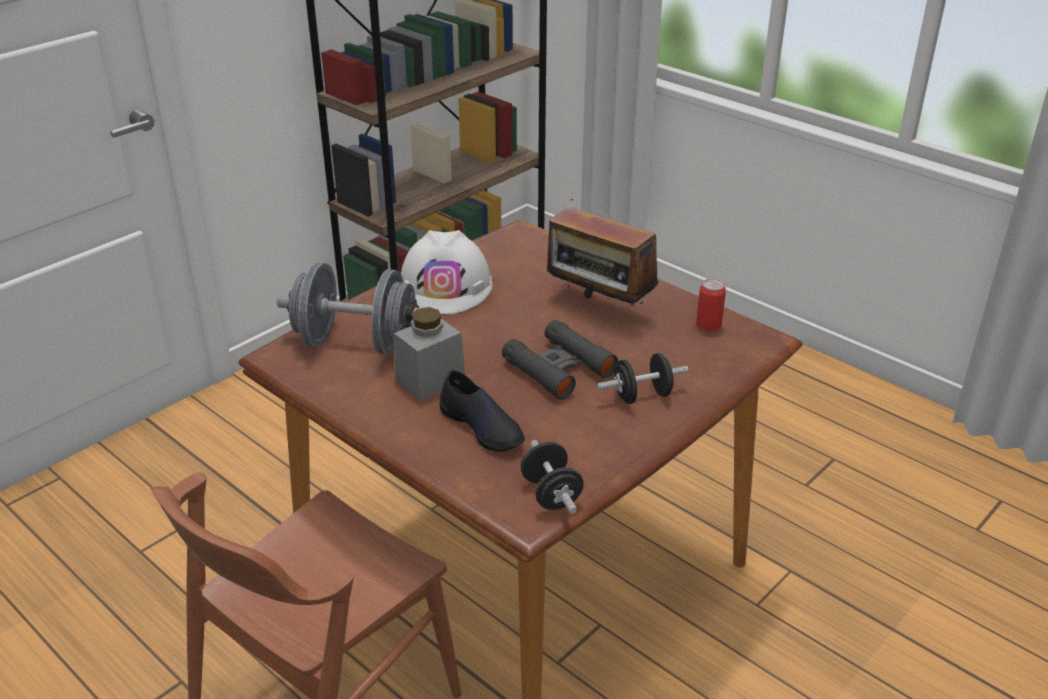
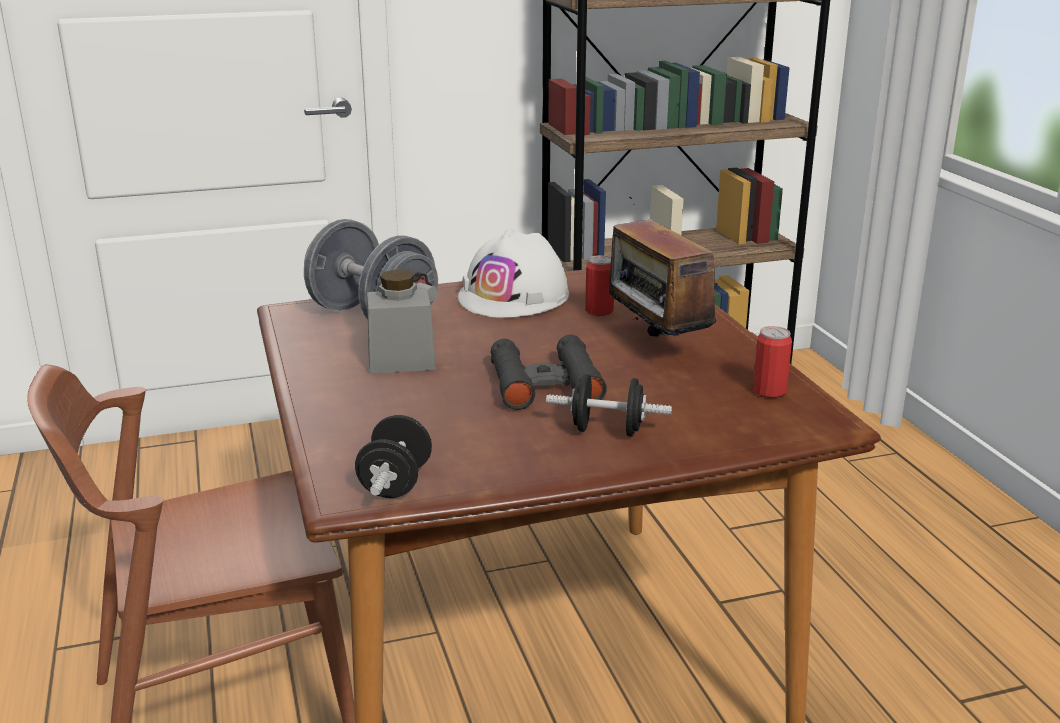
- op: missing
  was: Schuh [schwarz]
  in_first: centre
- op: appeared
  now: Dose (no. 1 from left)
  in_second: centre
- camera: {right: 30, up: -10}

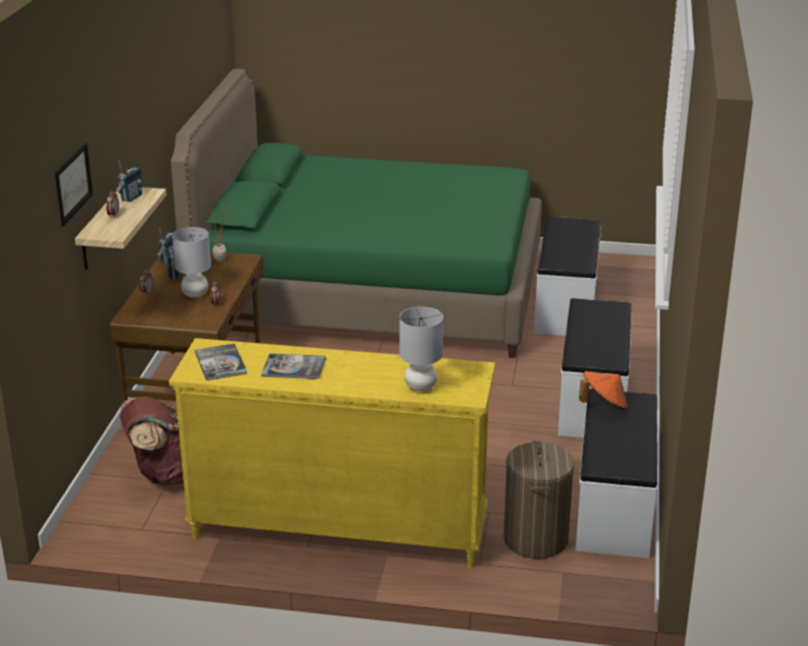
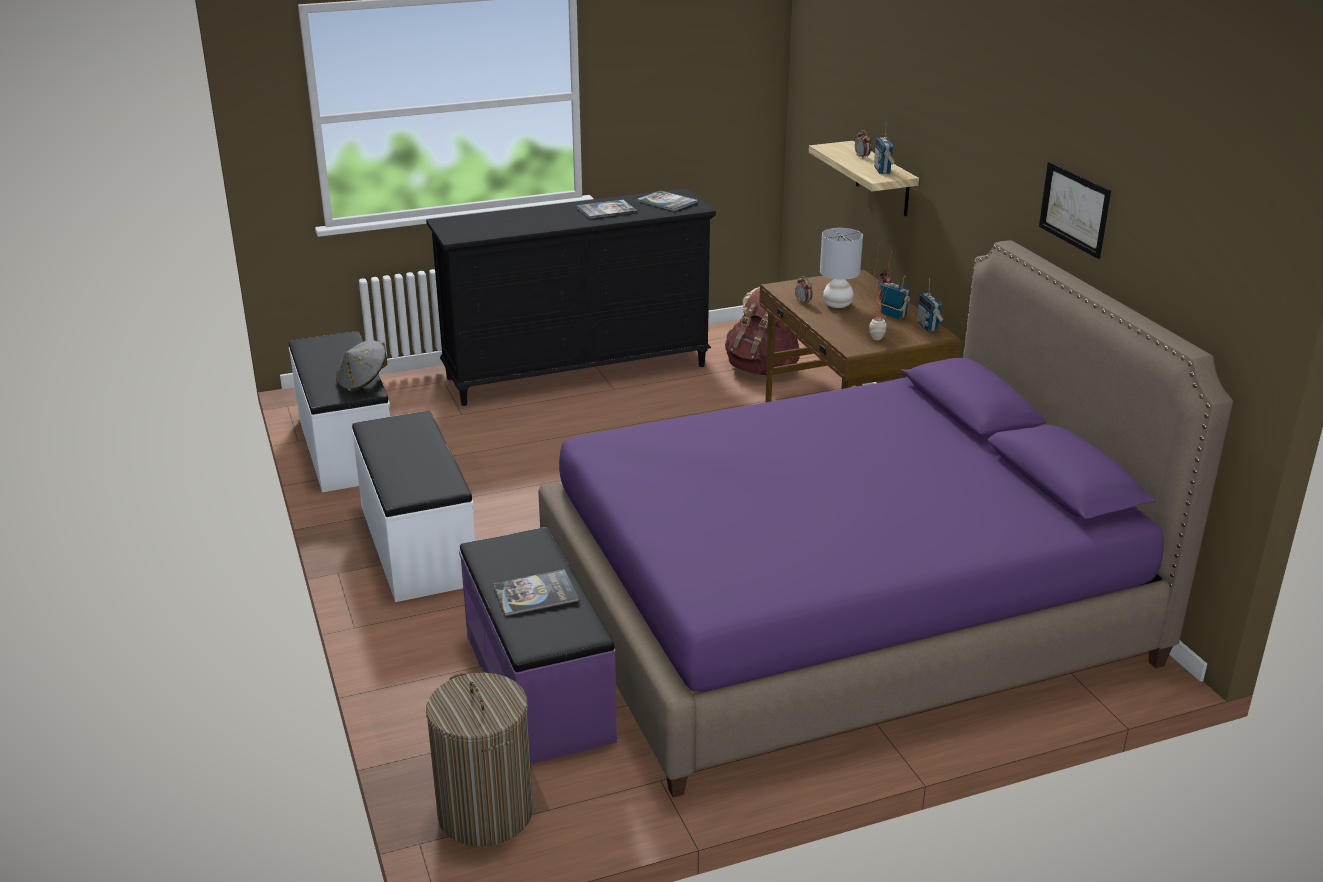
- op: missing
  was: Tischlampe [grau] (no. 2 from left)
  in_first: centre
- op: appeared
  now: Buch (no. 1 from left)
  in_second: bottom centre
- op: relocated
  was: Bild
  in_first: top left
  in_second: top right
- op: relocated
  was: Wäschekorb
  in_first: bottom right
  in_second: bottom centre
- op: colour
  was: Kommode [gelb]
  now: Kommode [schwarz]
  in_first: bottom centre
  in_second: centre
- op: colour
  was: Bett [grün]
  now: Bett [lila]
  in_first: top centre
  in_second: middle right
- op: colour
  was: Bank [weiß] (no. 1 from left)
  now: Bank [lila]
  in_first: middle right
  in_second: bottom centre
- op: colour
  was: Hut [orange]
  now: Hut [grau]
  in_first: middle right
  in_second: middle left
- camera: {right: 150, up: 0}

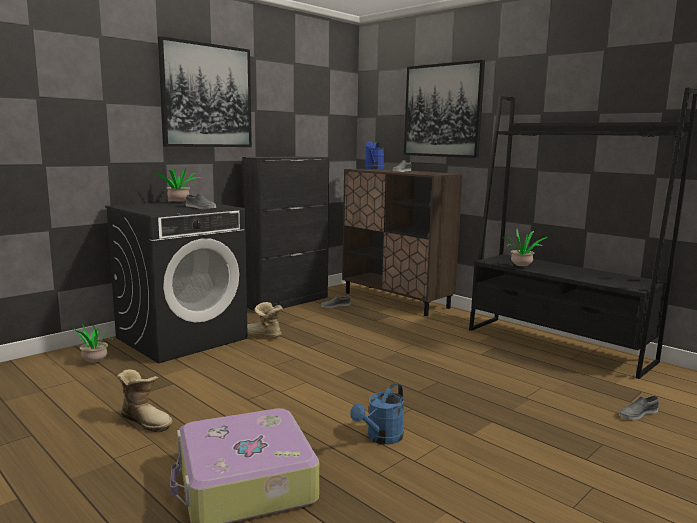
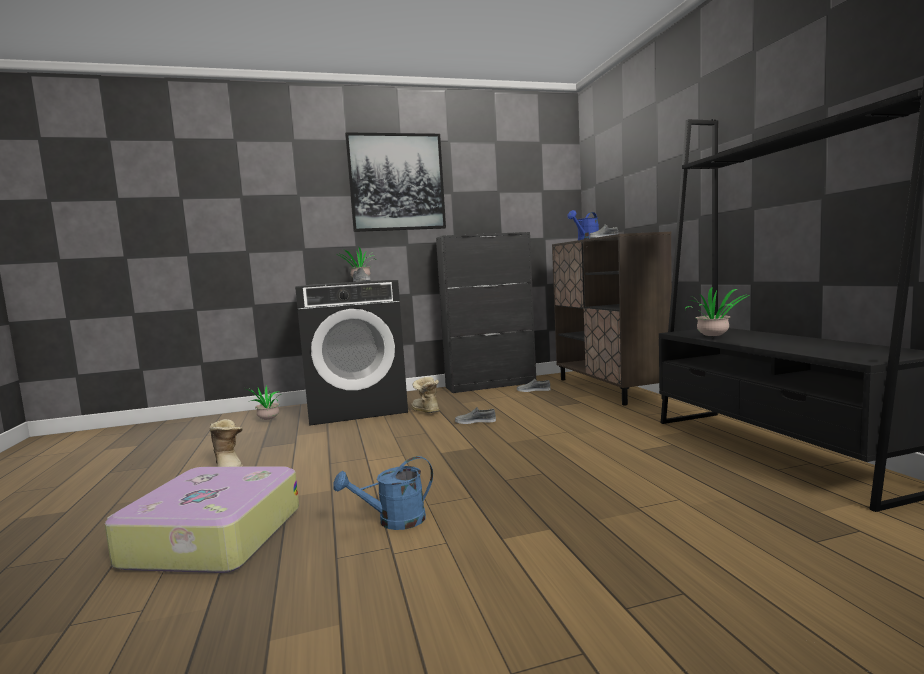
- op: missing
  was: Bild (no. 2 from left)
  in_first: top centre
- op: relocated
  was: Schuh [grau] (no. 4 from left in the first image)
  now: Schuh [grau] (no. 2 from left)
  in_first: bottom right
  in_second: centre
- camera: {right: 30, up: -5}

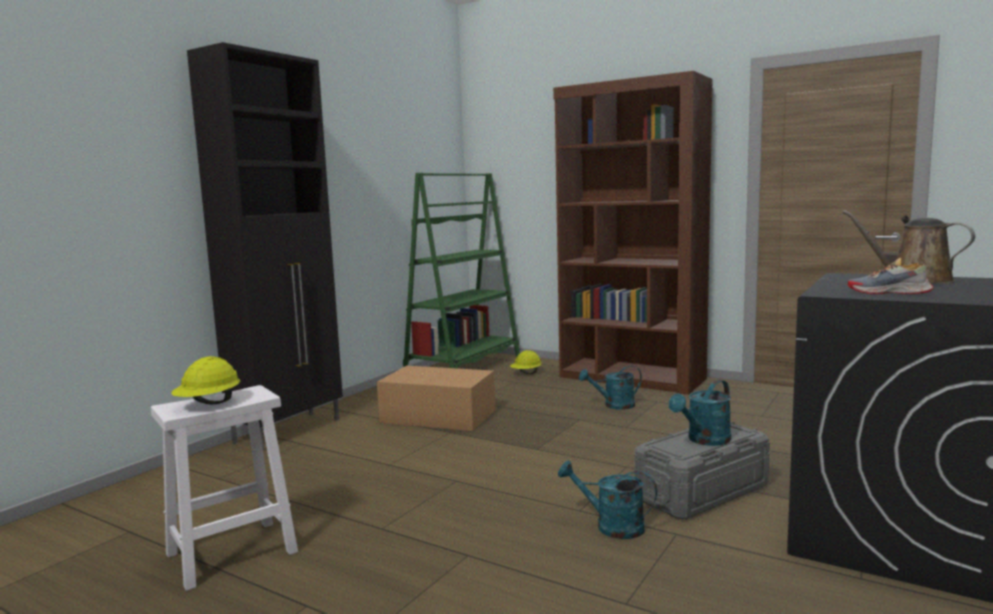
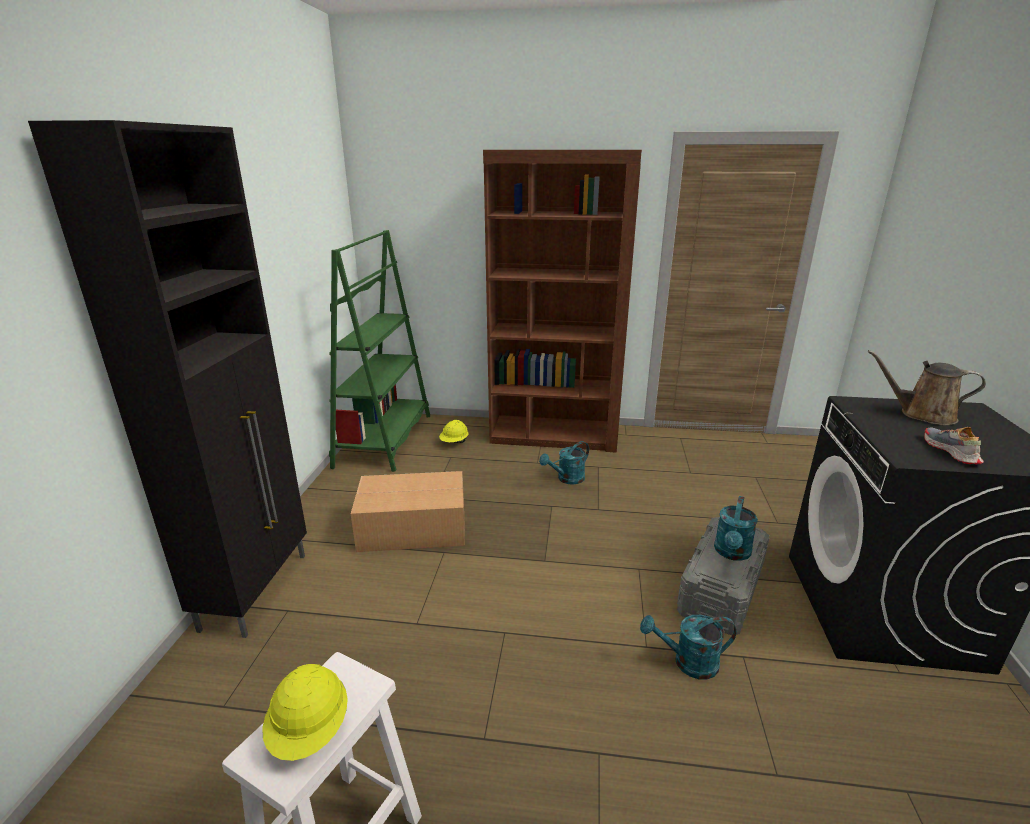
- op: spun
  was: Schuh
  in_first: middle right
  in_second: middle right
  clockwise: 90
- camera: {right: -25, up: 15}

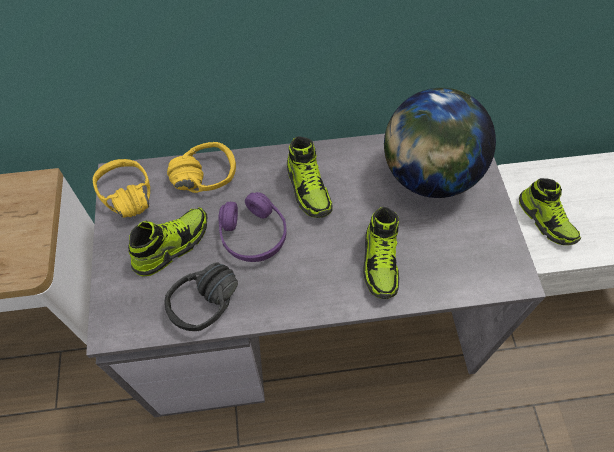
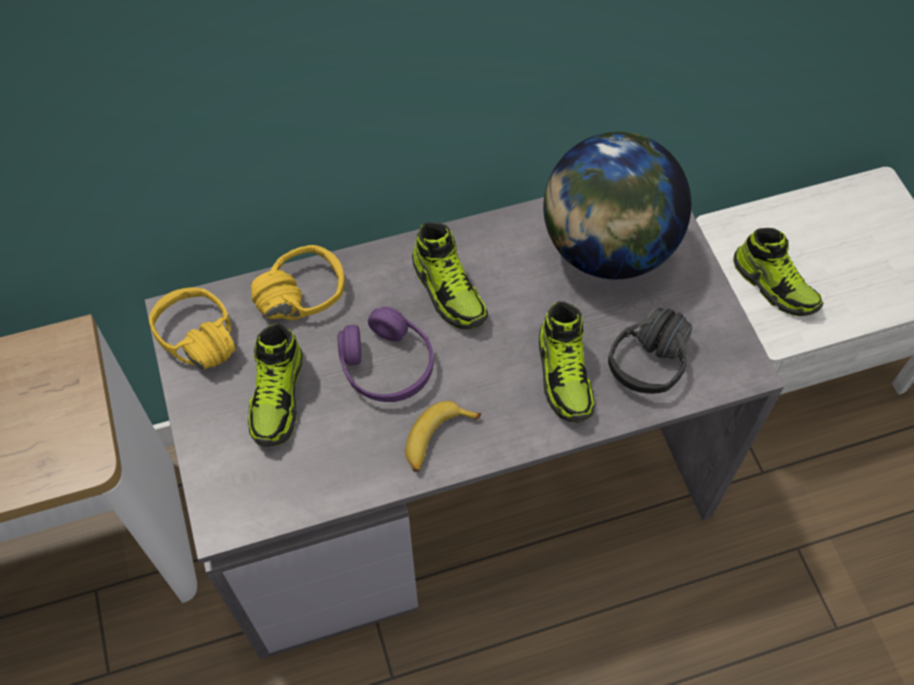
- op: appeared
  now: Banane
  in_second: centre
- op: relocated
  was: Kopfhörer [schwarz]
  in_first: middle left
  in_second: middle right
- op: spun
  was: Schuh (no. 1 from left)
  in_first: middle left
  in_second: middle left
  clockwise: 150
- camera: {right: -10, up: 0}

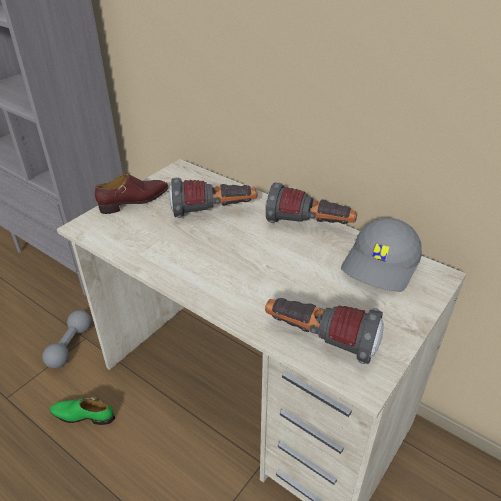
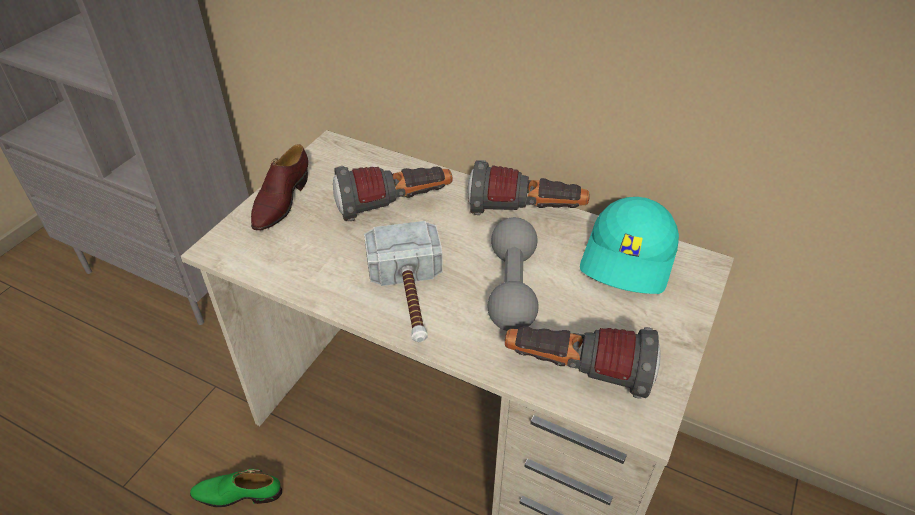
- op: appeared
  now: Hammer
  in_second: centre
- op: relocated
  was: Hantel [grau]
  in_first: bottom left
  in_second: centre
- op: colour
  was: Kappe [grau]
  now: Kappe [türkis]
  in_first: middle right
  in_second: middle right
- op: spun
  was: Schuh [braun]
  in_first: middle left
  in_second: middle left
  clockwise: 150
- camera: {right: -10, up: 5}

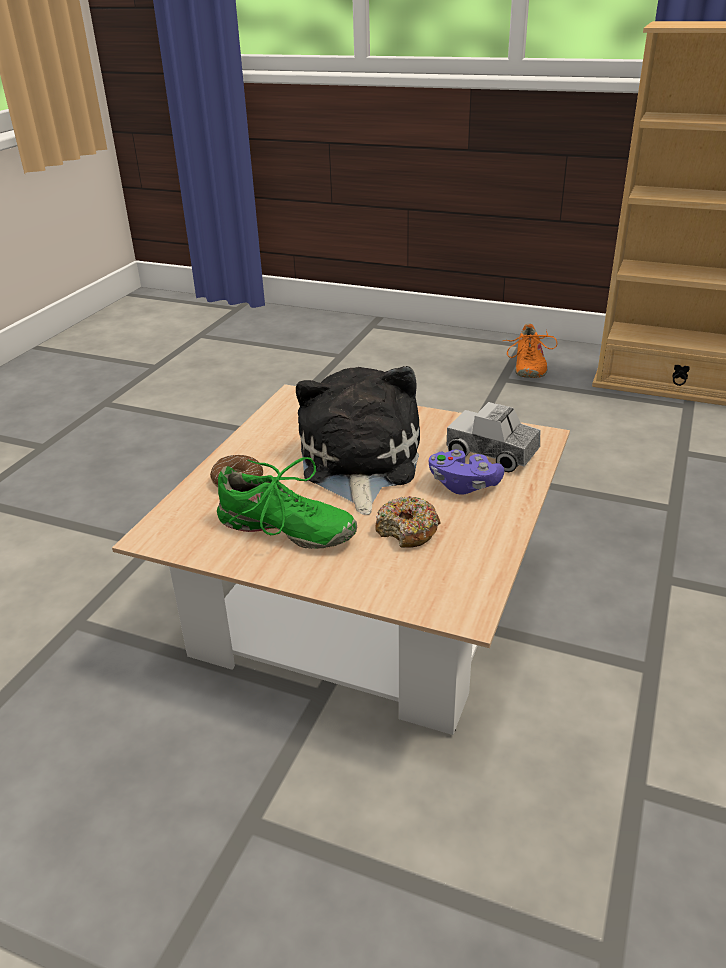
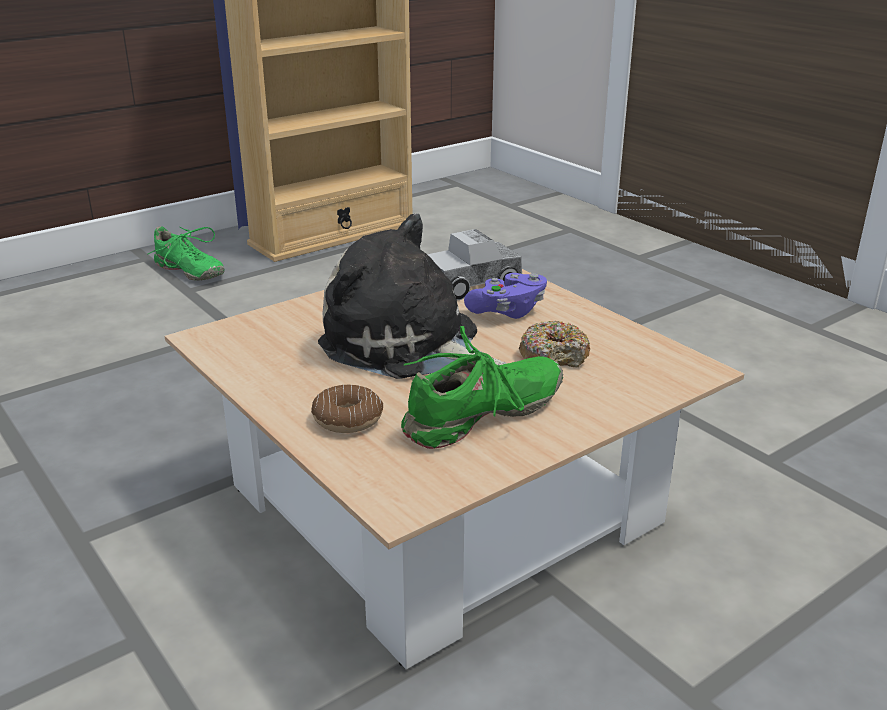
- op: colour
  was: Schuh [orange]
  now: Schuh [grün] (no. 1 from left)
  in_first: middle right
  in_second: middle left
- camera: {right: -60, up: -5}

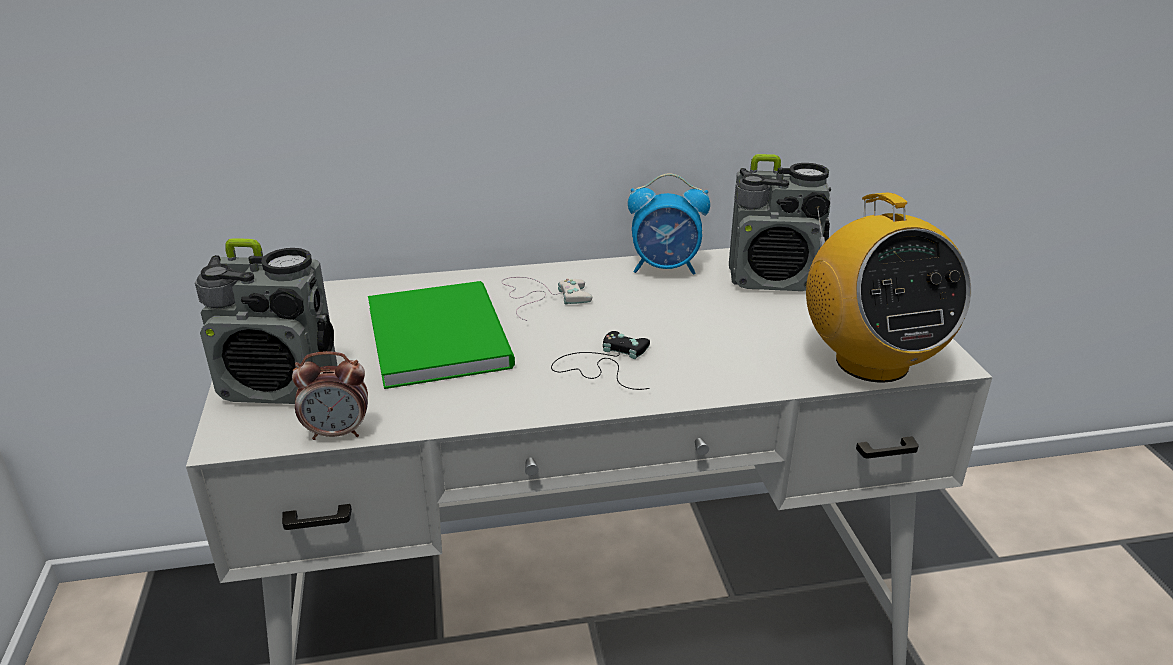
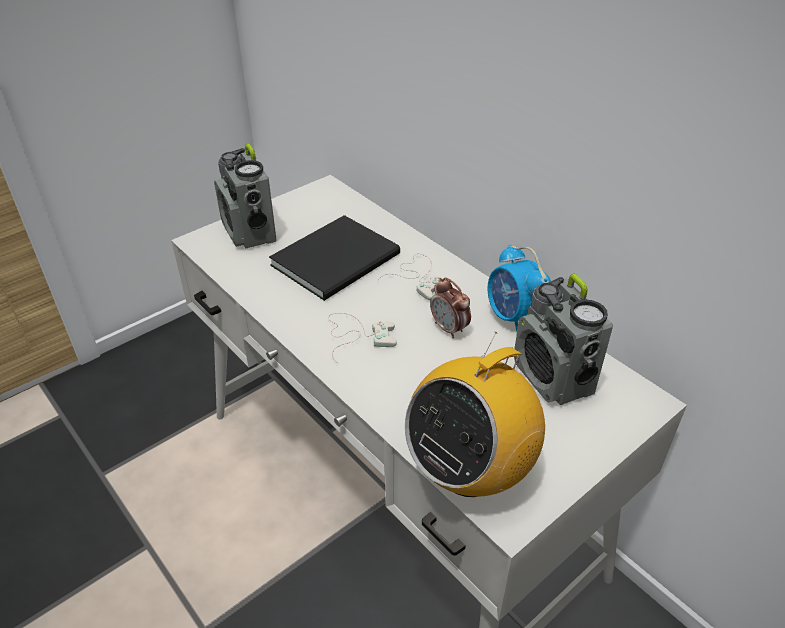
- op: relocated
  was: Wecker (no. 1 from left)
  in_first: middle left
  in_second: centre
- op: colour
  was: Buch [grün]
  now: Buch [schwarz]
  in_first: centre
  in_second: centre
- op: colour
  was: Gamepad [schwarz]
  now: Gamepad [weiß] (no. 1 from left)
  in_first: centre
  in_second: centre
- camera: {right: 60, up: 10}

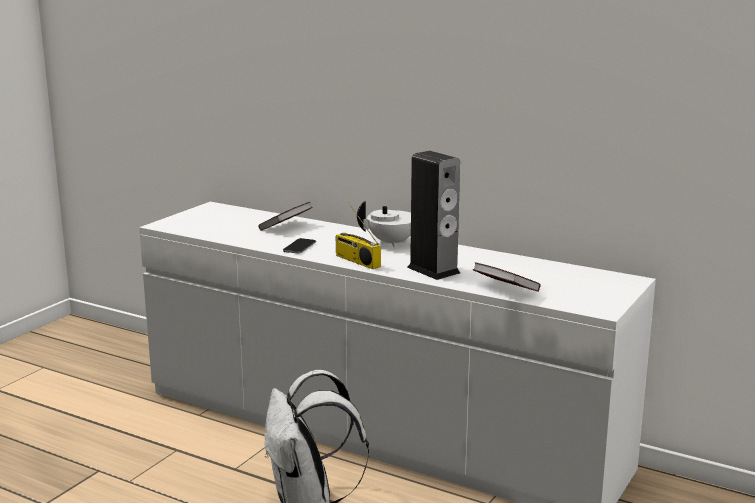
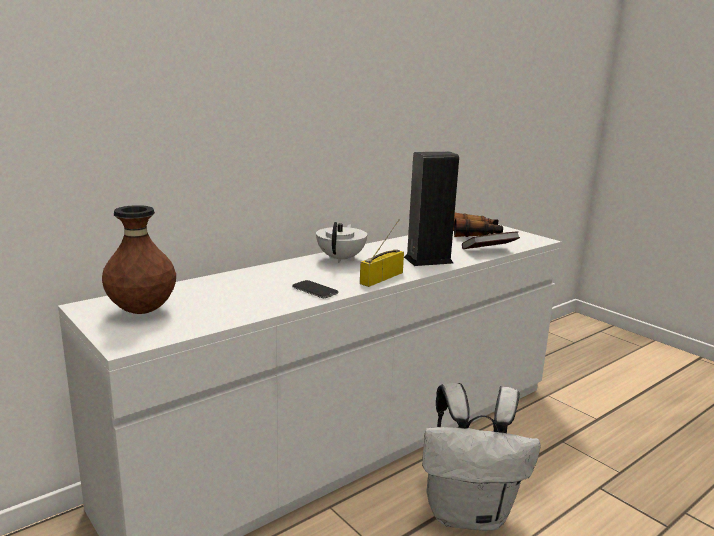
- op: missing
  was: Buch (no. 1 from left)
  in_first: centre
- op: appeared
  now: Vase [braun]
  in_second: middle left
- op: appeared
  now: Fernglas
  in_second: middle right
- op: spun
  was: Radio
  in_first: centre
  in_second: centre
  clockwise: 150
- camera: {right: -70, up: 0}

